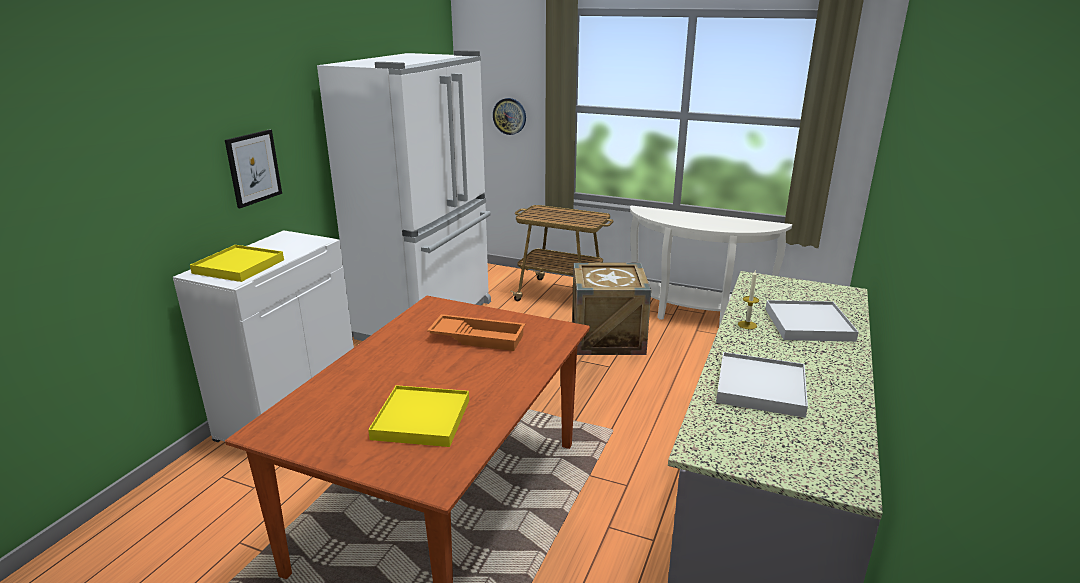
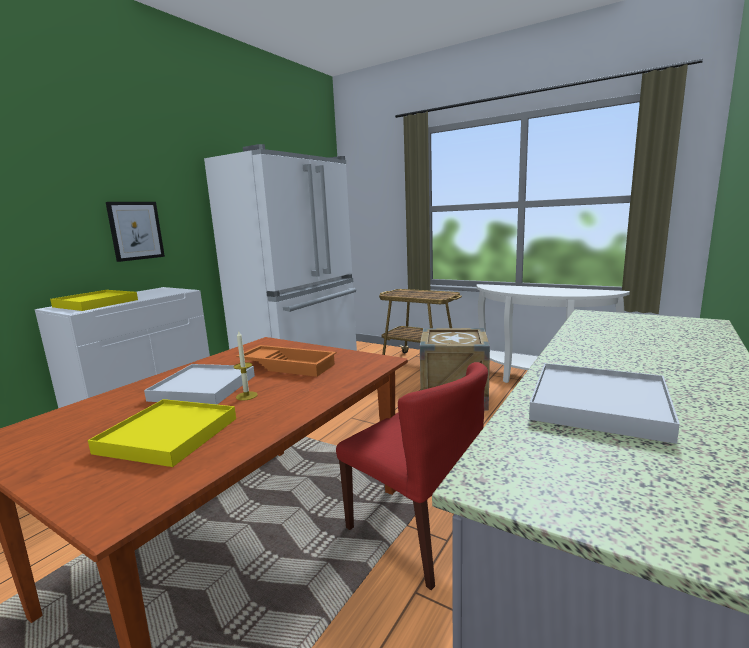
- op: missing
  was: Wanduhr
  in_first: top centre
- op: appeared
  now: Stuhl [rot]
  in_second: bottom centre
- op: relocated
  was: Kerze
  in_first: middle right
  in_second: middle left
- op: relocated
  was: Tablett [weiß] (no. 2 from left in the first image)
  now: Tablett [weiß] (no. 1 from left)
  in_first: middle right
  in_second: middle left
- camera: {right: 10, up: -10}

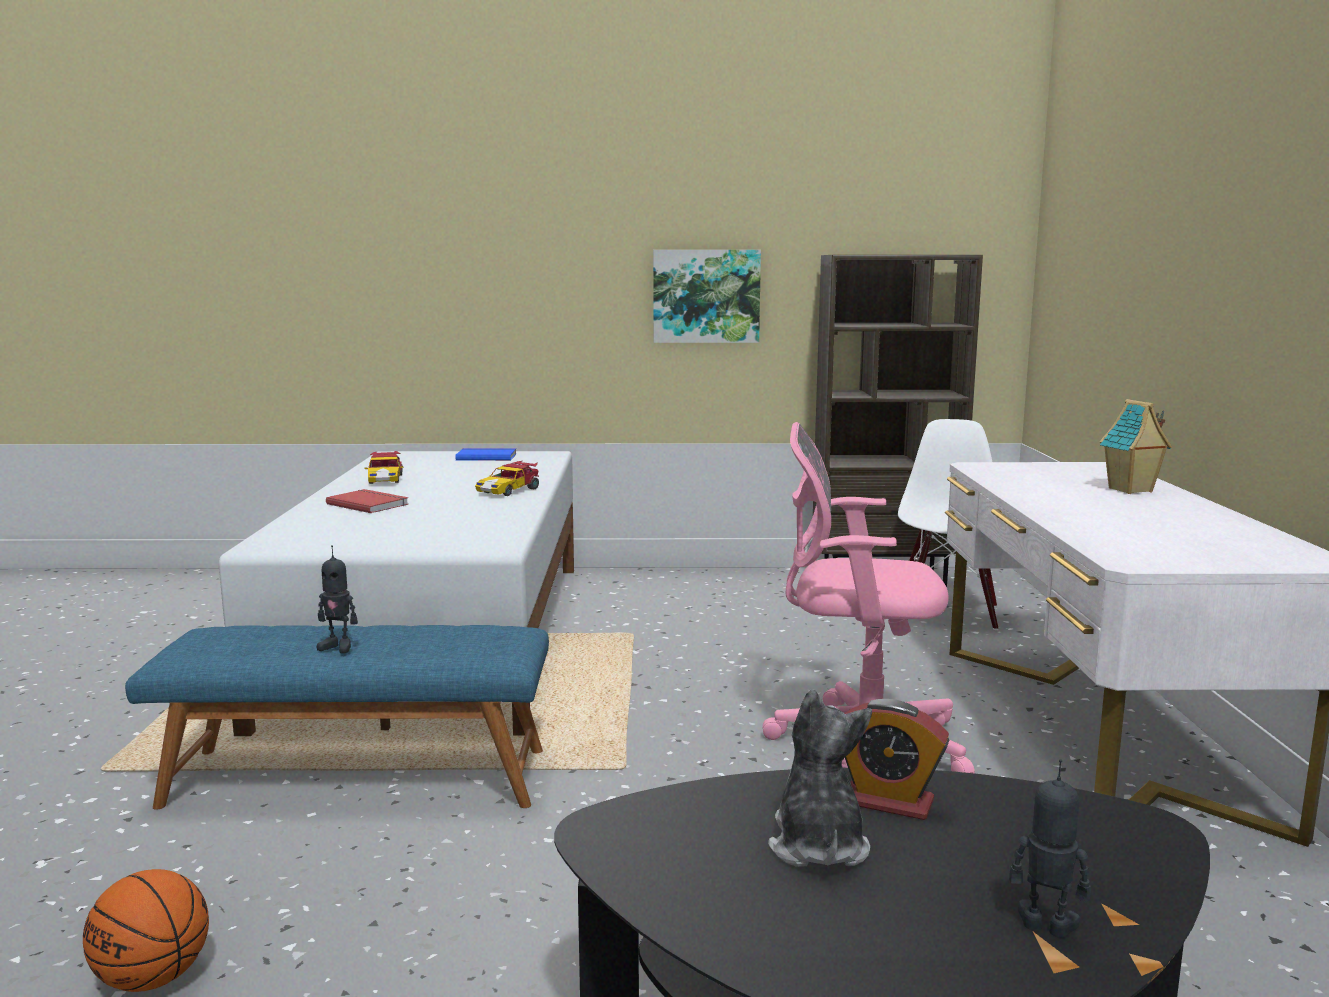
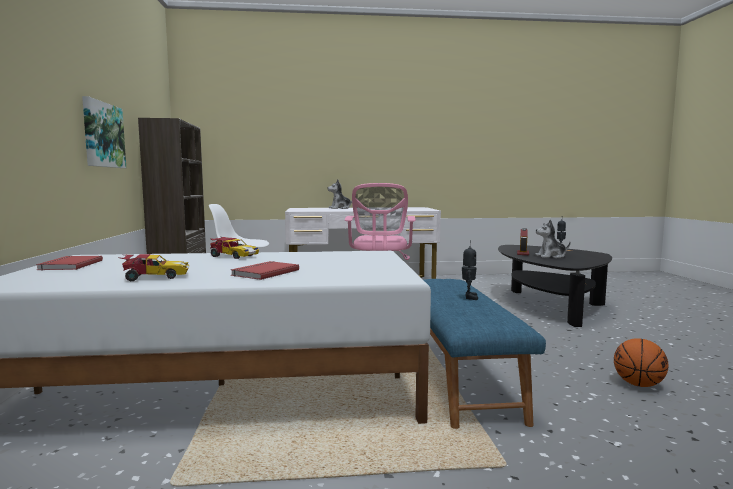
- op: exchanged
  was: Spielzeughaus
  now: Plüschtier (no. 1 from left)
  in_first: middle right
  in_second: centre
- op: colour
  was: Buch [blau]
  now: Buch [rot] (no. 1 from left)
  in_first: centre
  in_second: middle left
- camera: {right: -95, up: -5}

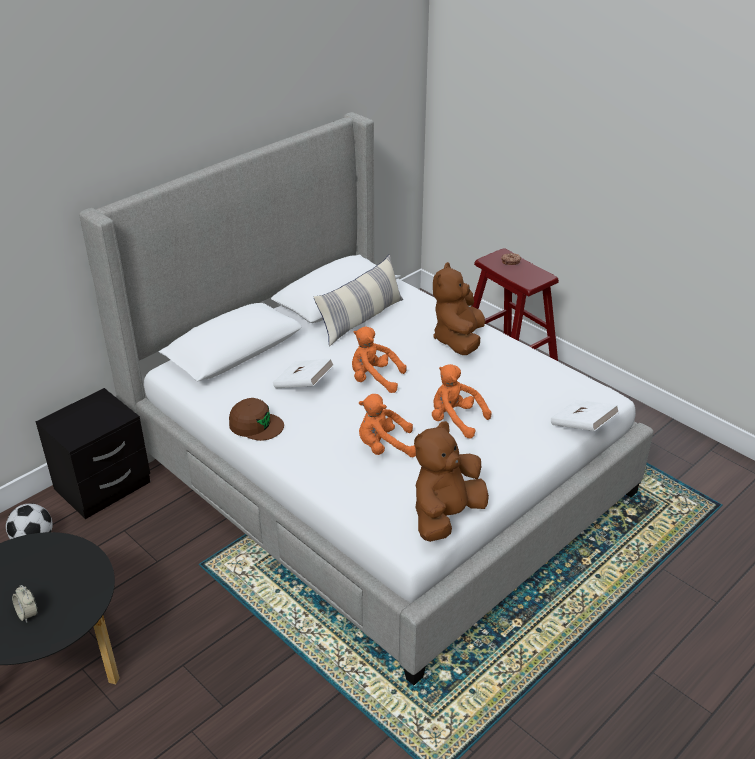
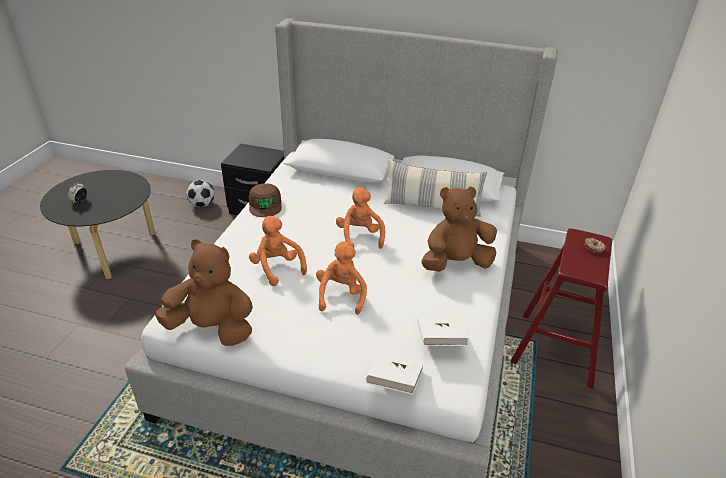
- op: relocated
  was: Buch [weiß] (no. 1 from left in the first image)
  now: Buch [weiß] (no. 2 from left)
  in_first: centre
  in_second: bottom centre
- camera: {right: 60, up: 0}

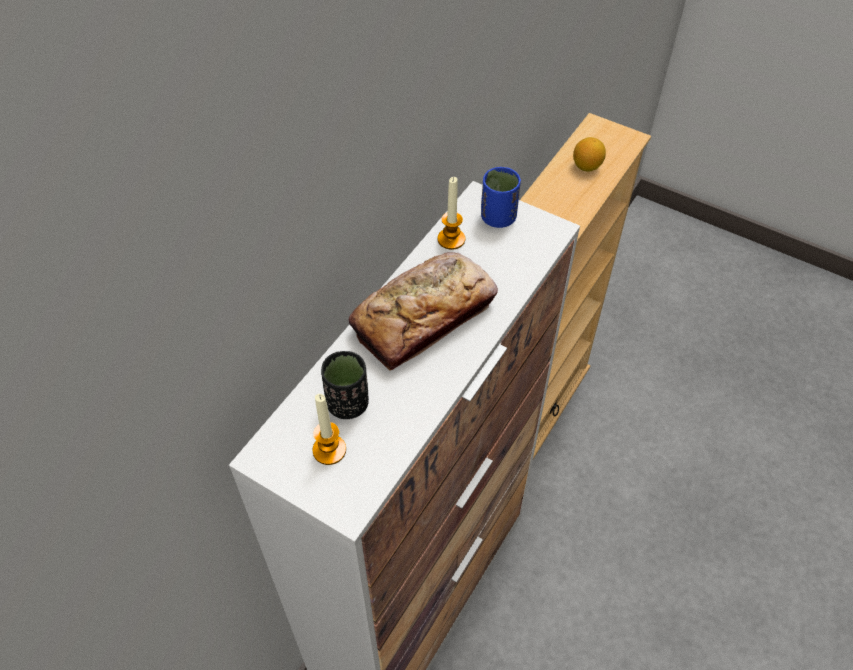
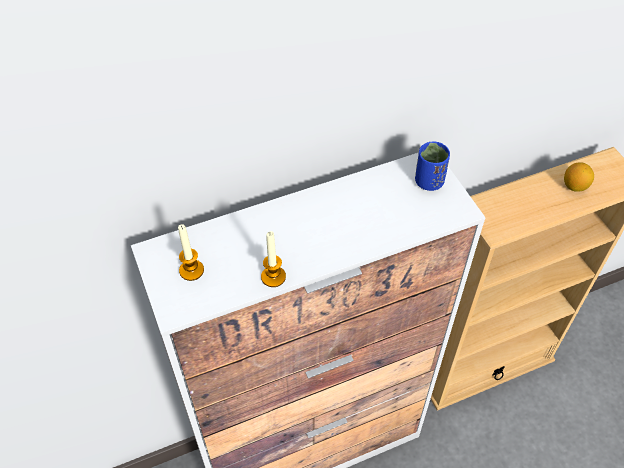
- op: missing
  was: Tasse [schwarz]
  in_first: centre
- op: missing
  was: Brot
  in_first: centre
- op: relocated
  was: Kerze (no. 2 from left)
  in_first: top centre
  in_second: centre
- camera: {right: 35, up: 0}

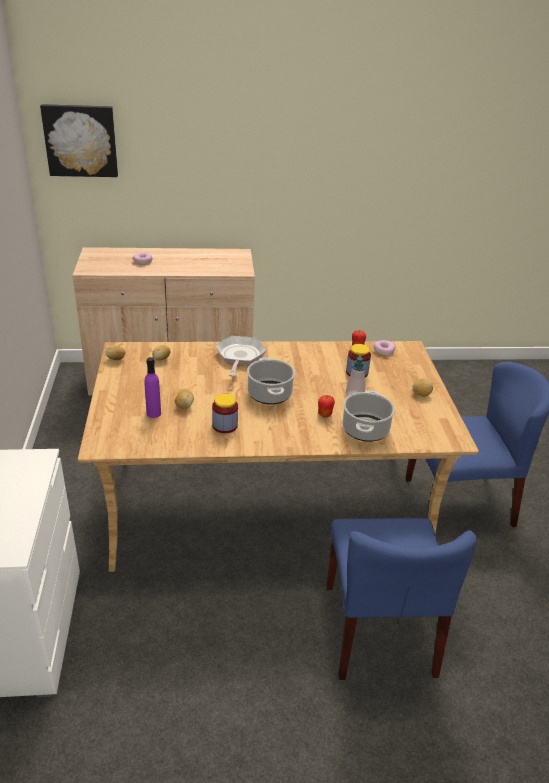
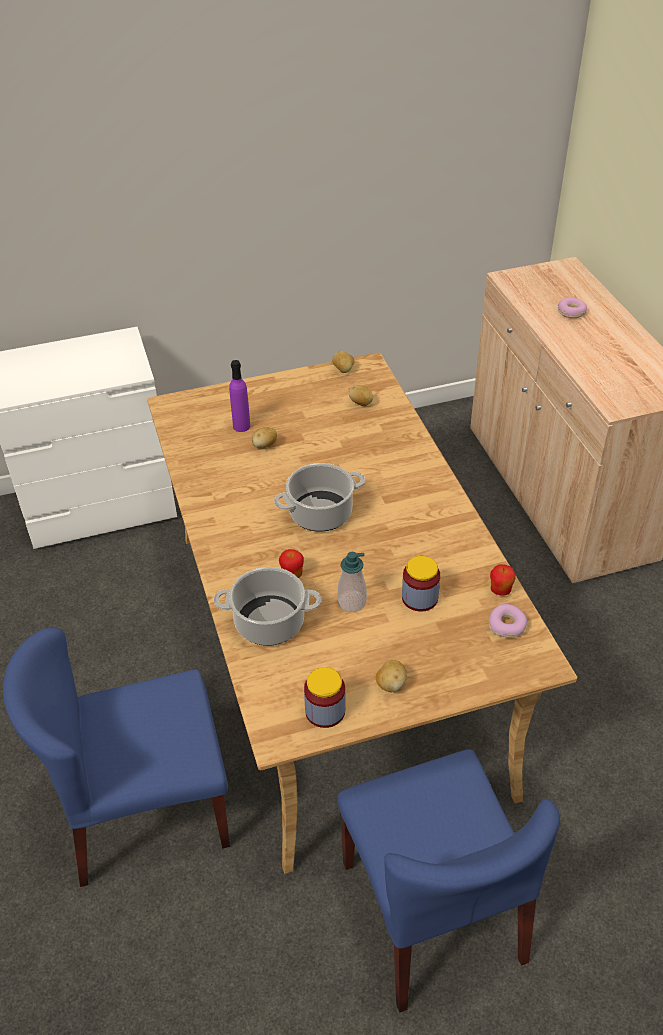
- op: missing
  was: Bild
  in_first: top left
- op: missing
  was: Pfanne
  in_first: centre
- op: relocated
  was: Vorratsglas (no. 1 from left)
  in_first: centre
  in_second: bottom centre
- camera: {right: 80, up: 10}

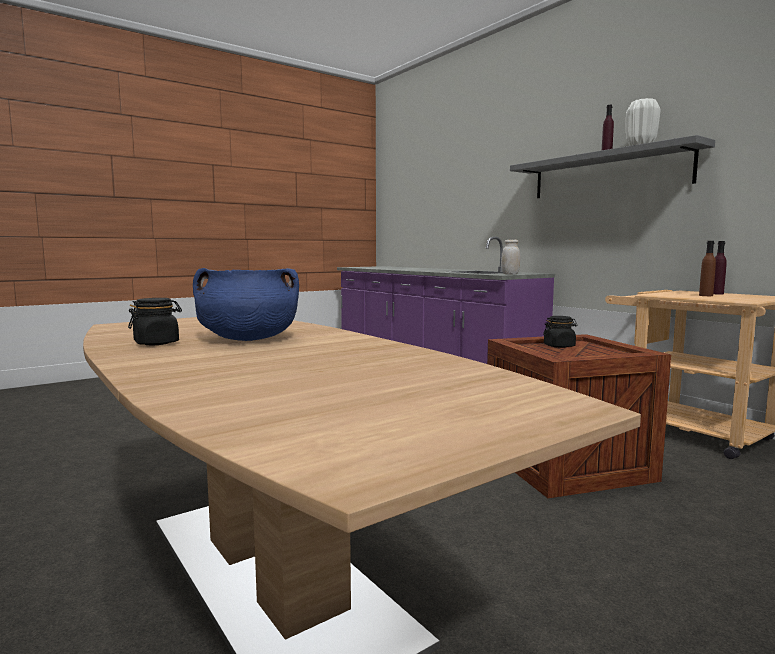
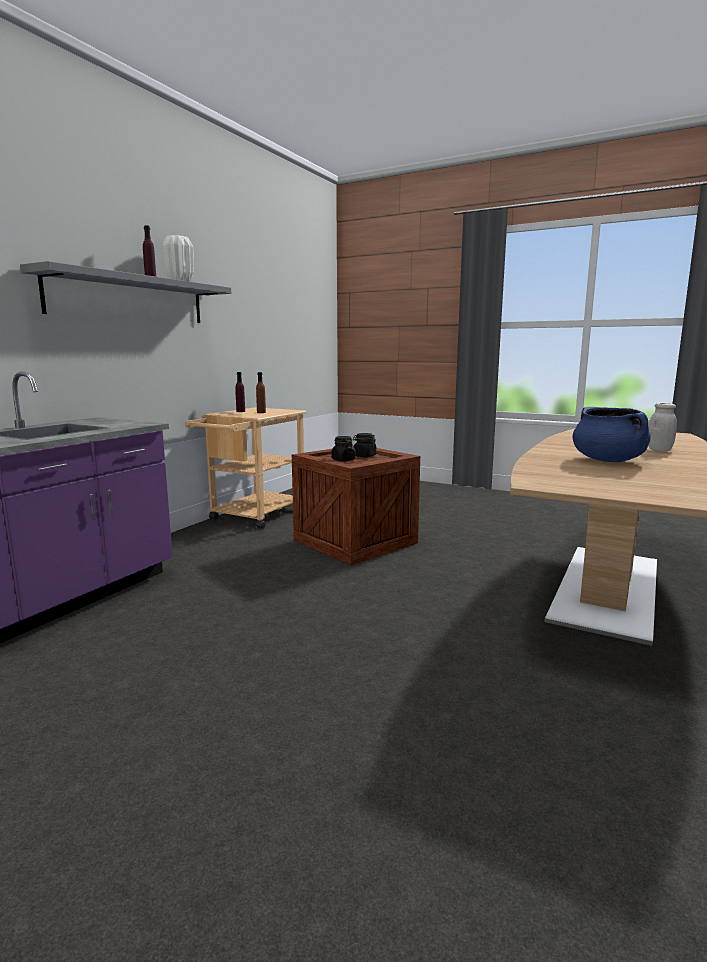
- op: relocated
  was: Vorratsglas [schwarz] (no. 1 from left in the first image)
  now: Vorratsglas [schwarz] (no. 2 from left)
  in_first: middle left
  in_second: centre
- op: relocated
  was: Vorratsglas [weiß]
  in_first: centre
  in_second: middle right
- camera: {right: -115, up: 5}

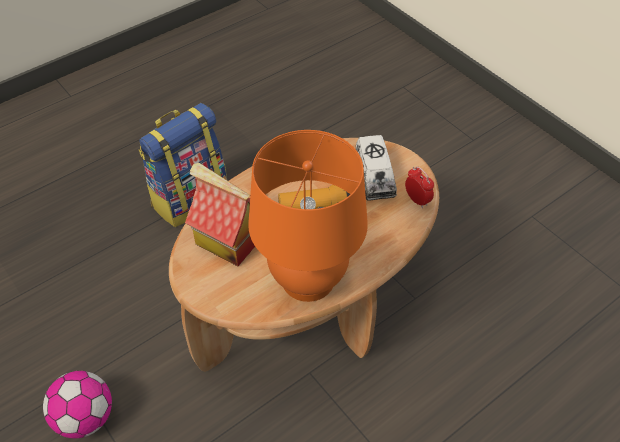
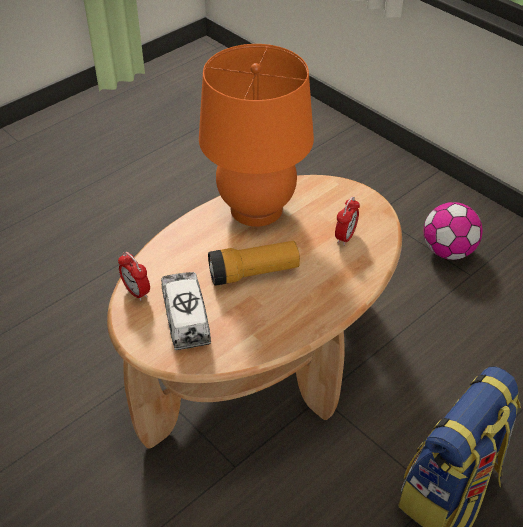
- op: exchanged
  was: Spielzeughaus
  now: Wecker (no. 2 from left)
  in_first: centre
  in_second: centre
- camera: {right: 175, up: -5}

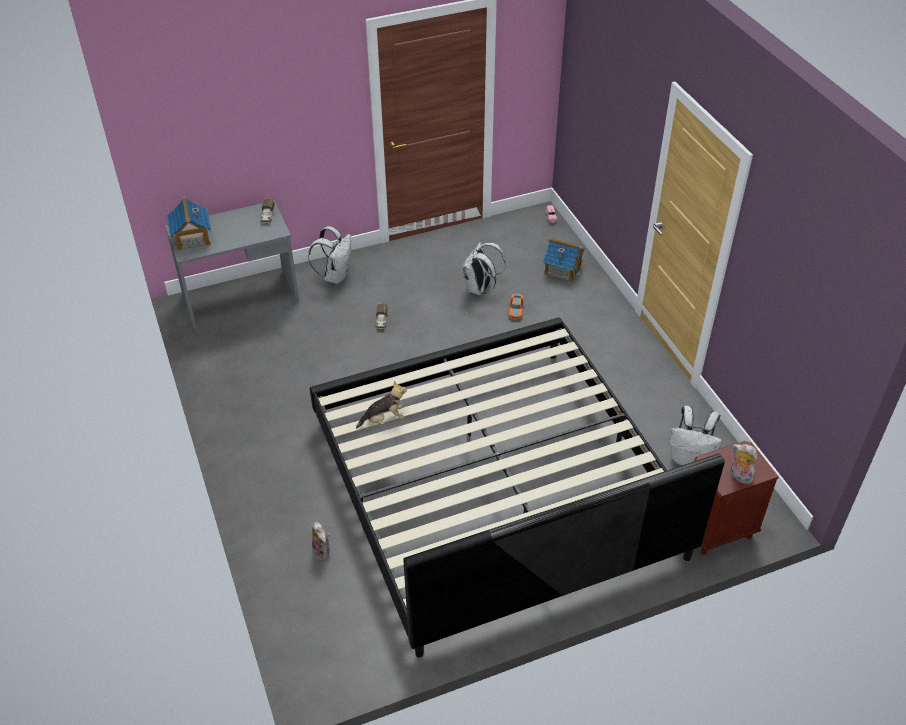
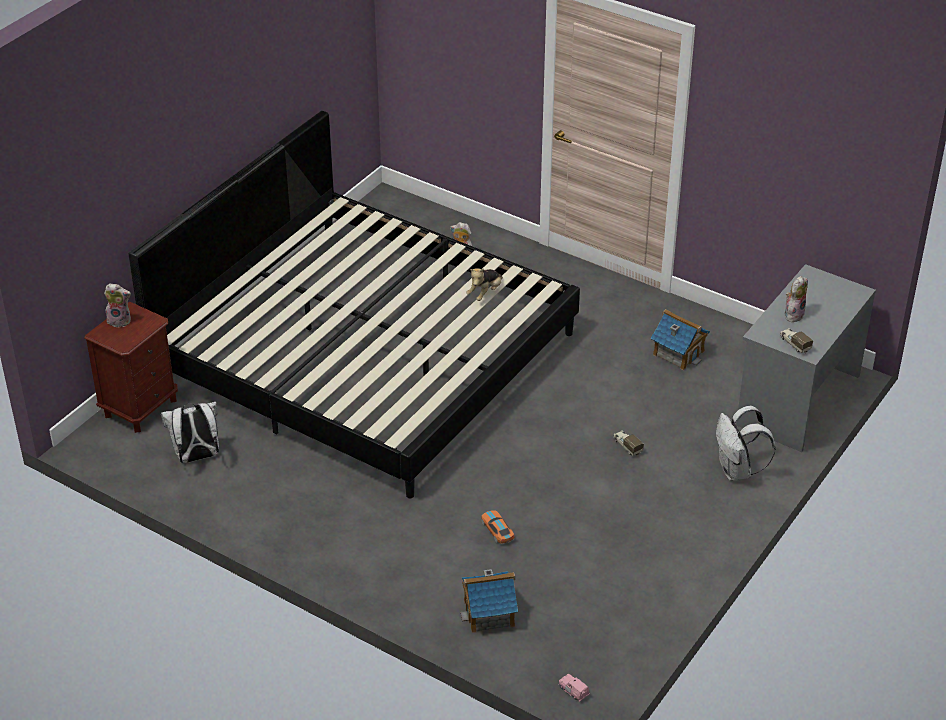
- op: missing
  was: Rucksack [weiß] (no. 2 from left)
  in_first: centre
- op: appeared
  now: Plüschtier (no. 4 from left)
  in_second: middle right
- op: relocated
  was: Spielzeughaus (no. 1 from left in the first image)
  now: Spielzeughaus (no. 2 from left)
  in_first: top left
  in_second: middle right
- camera: {right: 145, up: -5}

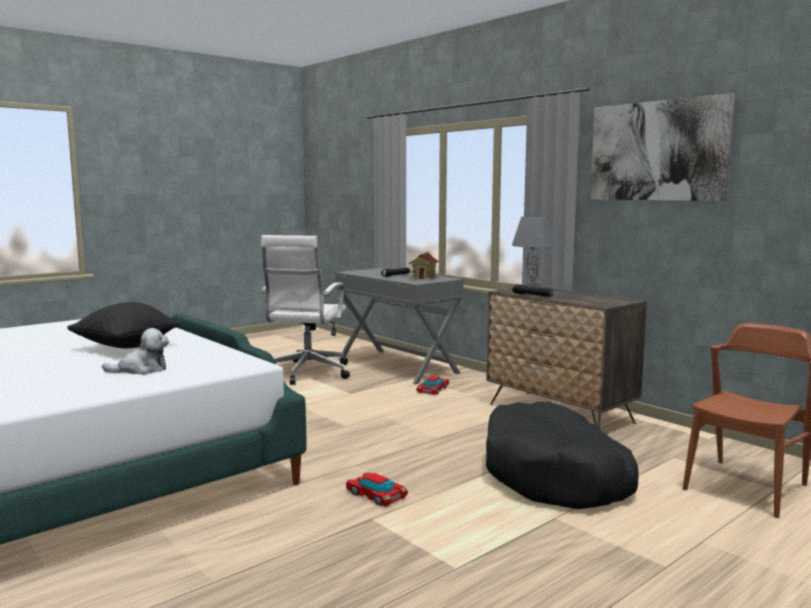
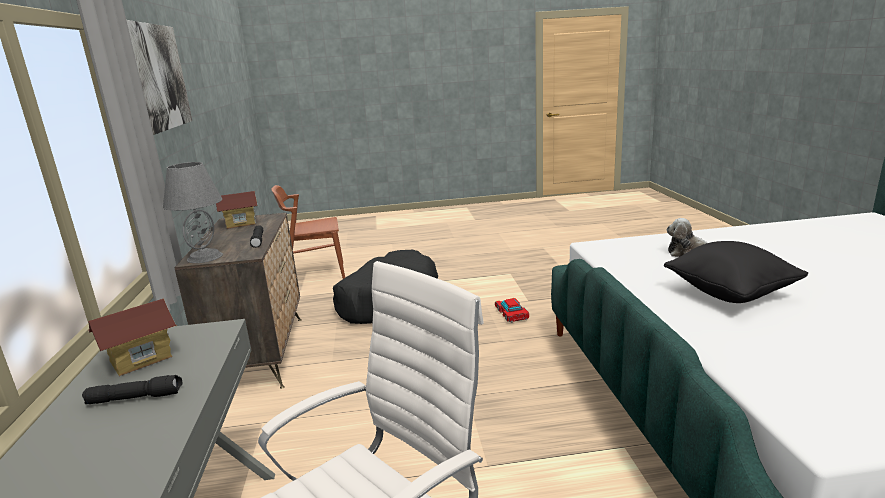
- op: missing
  was: Spielzeugauto (no. 2 from left)
  in_first: centre
- op: appeared
  now: Spielzeughaus (no. 2 from left)
  in_second: middle left
- camera: {right: -145, up: 10}

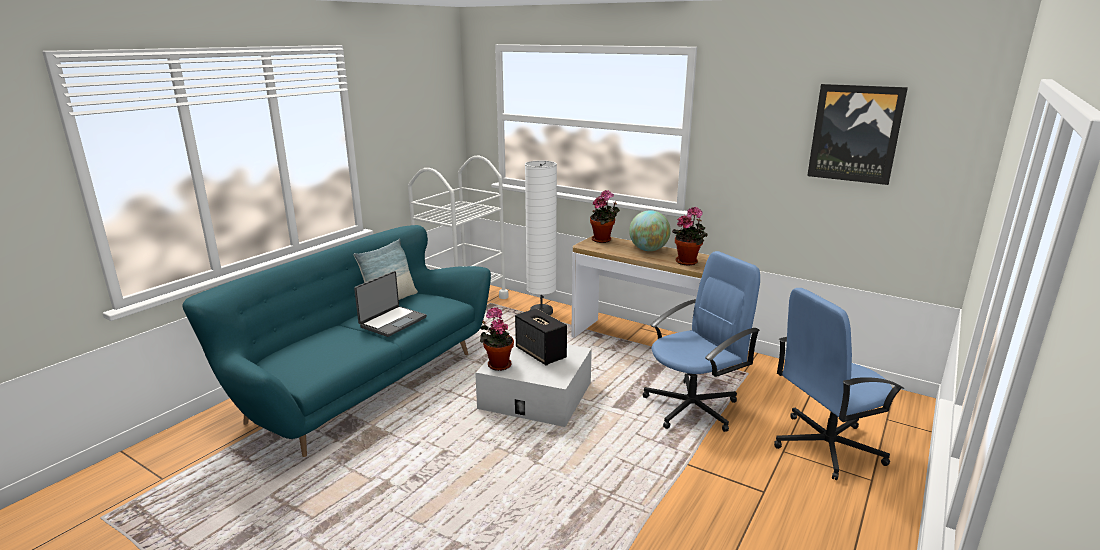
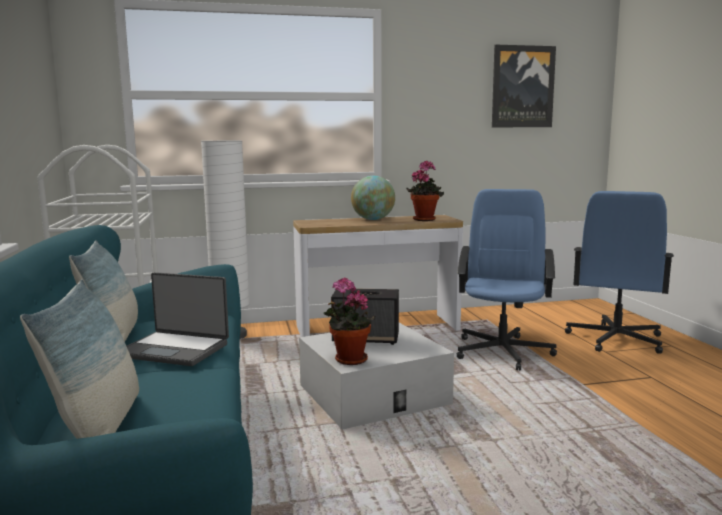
- op: missing
  was: Topfpflanze (no. 2 from left)
  in_first: centre
- op: appeared
  now: Kissen (no. 1 from left)
  in_second: bottom left
- op: spun
  was: Laptop
  in_first: centre
  in_second: middle left
  clockwise: 120
- camera: {right: -45, up: -10}

